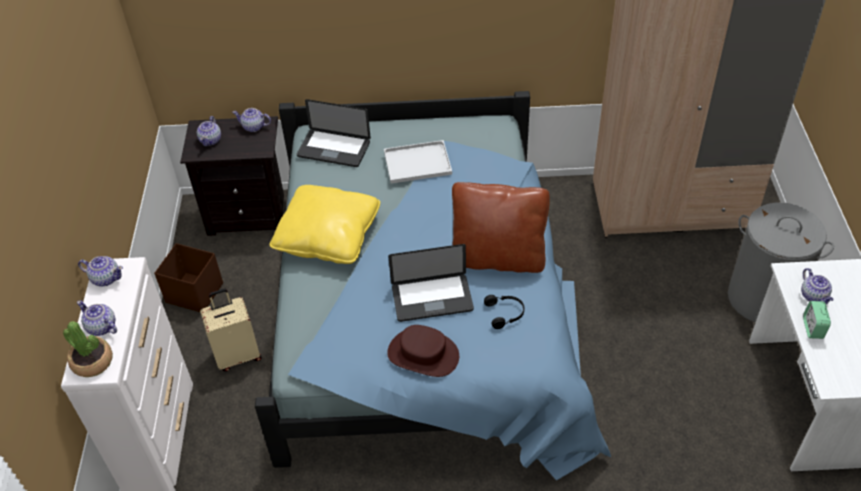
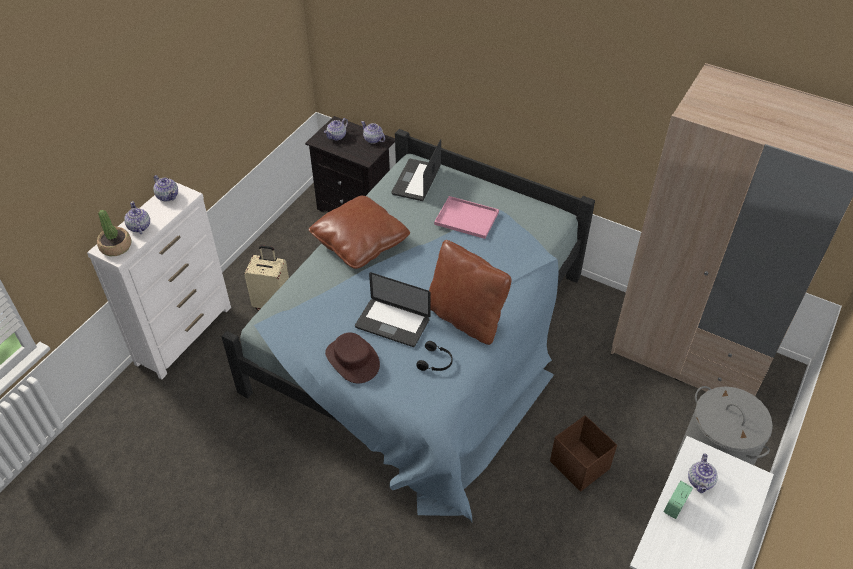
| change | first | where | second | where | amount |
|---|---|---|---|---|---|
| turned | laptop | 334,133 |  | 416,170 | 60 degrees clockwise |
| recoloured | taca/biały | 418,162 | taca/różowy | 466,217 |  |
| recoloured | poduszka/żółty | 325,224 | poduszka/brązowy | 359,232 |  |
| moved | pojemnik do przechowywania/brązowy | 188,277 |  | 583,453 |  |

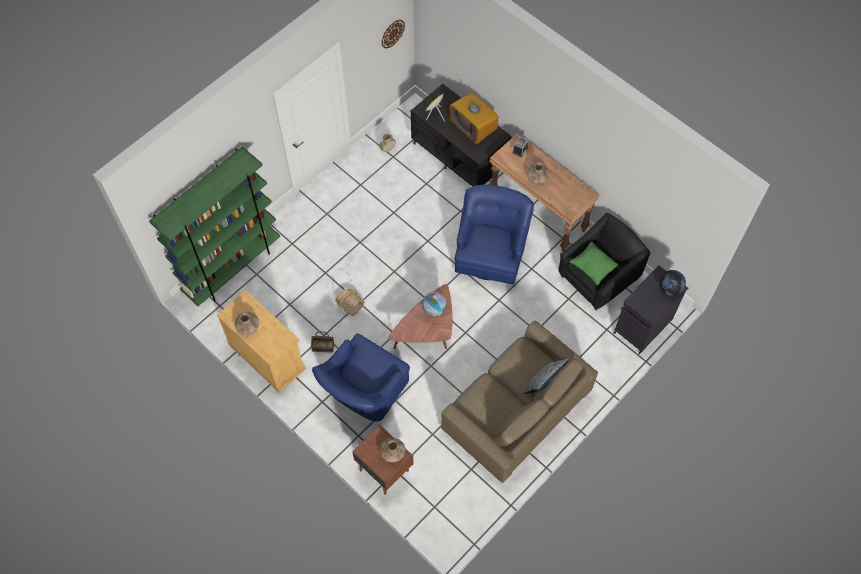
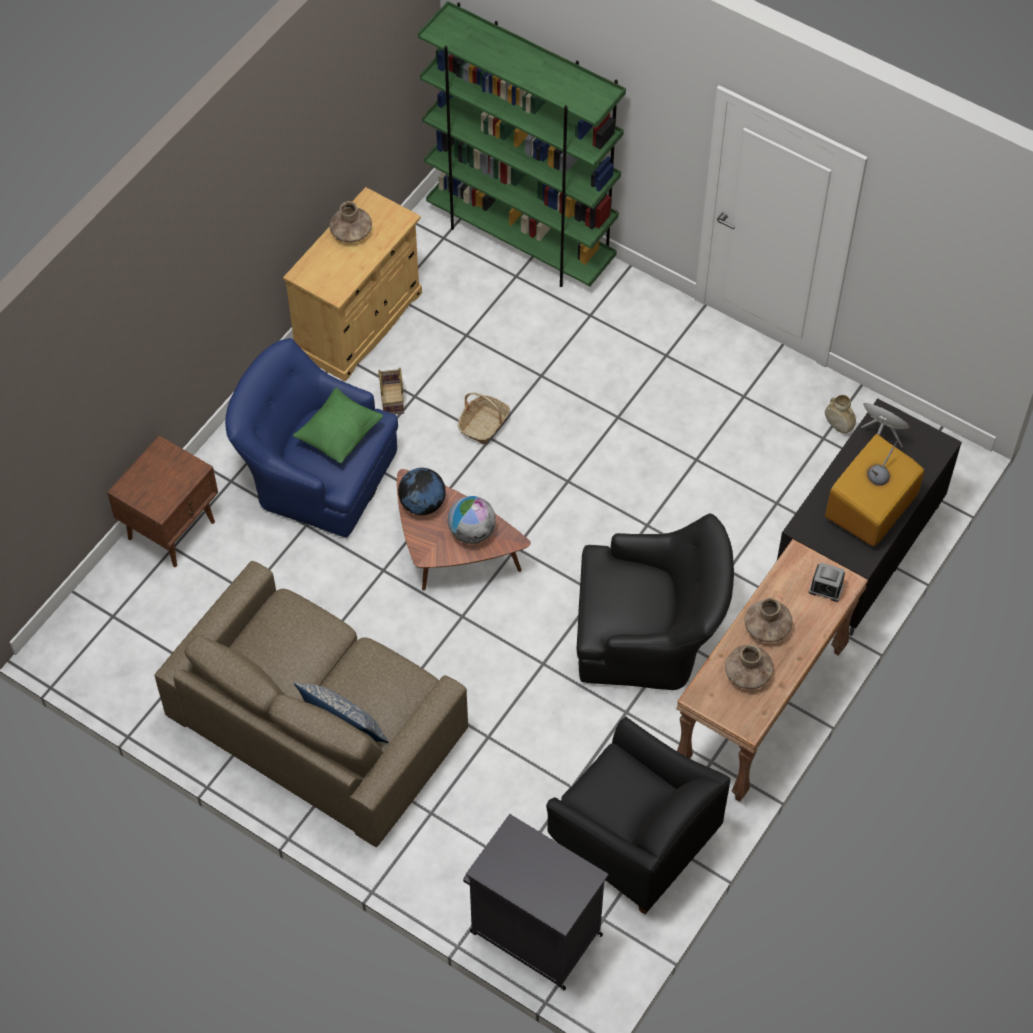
| change | first | where | second | where | amount |
|---|---|---|---|---|---|
| removed | zegar ścienny | 393,34 |  |  |  |
| recoloured | fotel/niebieski | 494,234 | fotel/czarny | 655,601 |  |
| moved | poduszka/zielony | 593,263 |  | 338,425 |  |
| moved | globus | 672,283 |  | 422,491 |  |
| moved | wazon/brązowy | 392,450 |  | 749,667 |  |

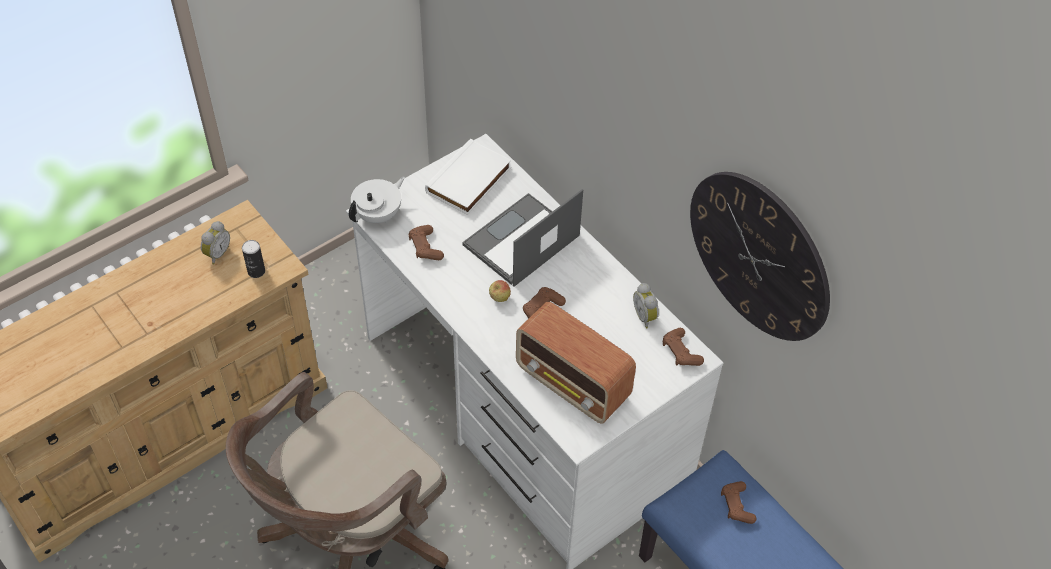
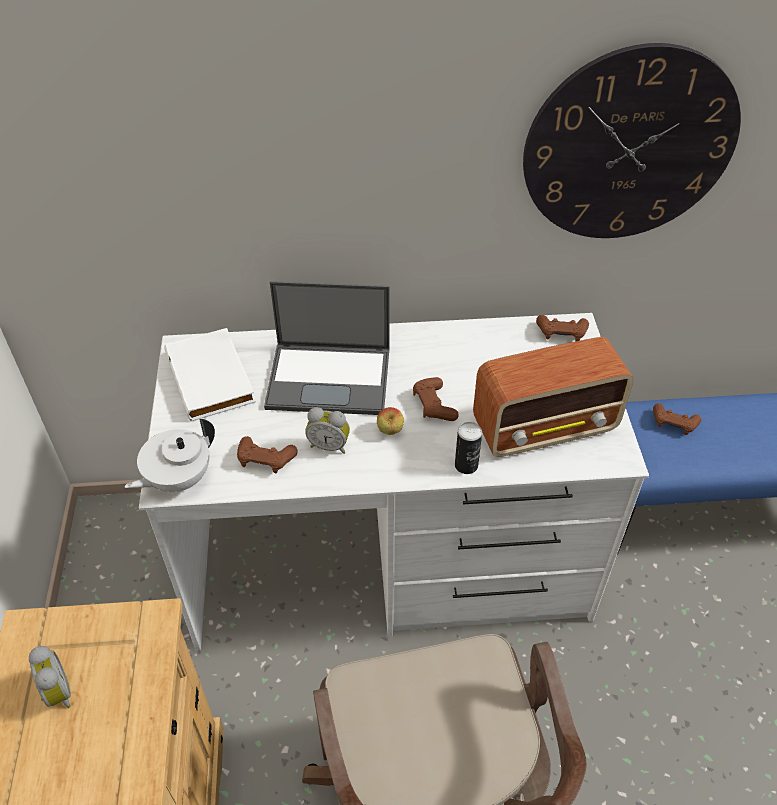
| change | first | where | second | where | amount |
|---|---|---|---|---|---|
| turned | imbryk/biały | 377,199 |  | 170,455 | 120 degrees counterclockwise |
| turned | laptop | 522,238 |  | 326,348 | 75 degrees counterclockwise |
| moved | puszka | 253,259 |  | 468,448 |  |
| moved | budzik | 646,305 |  | 327,430 |  |

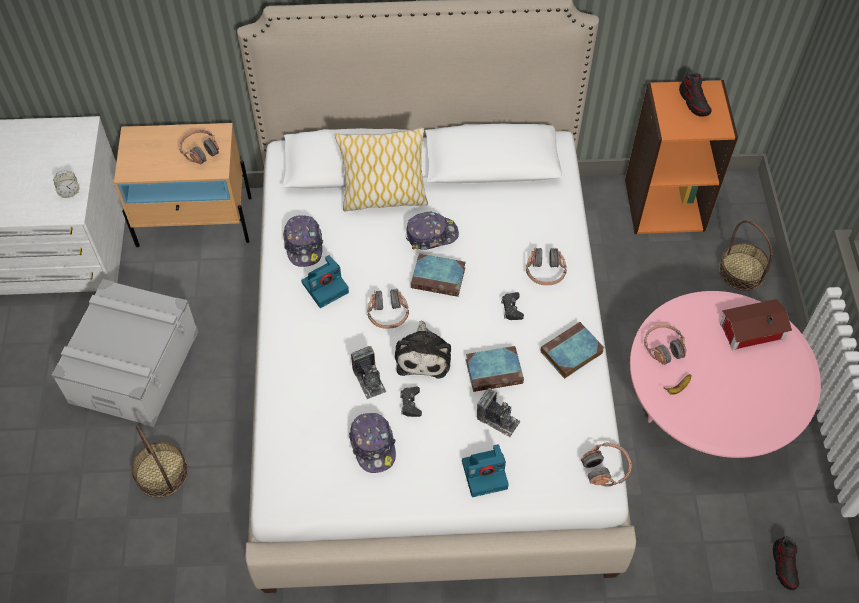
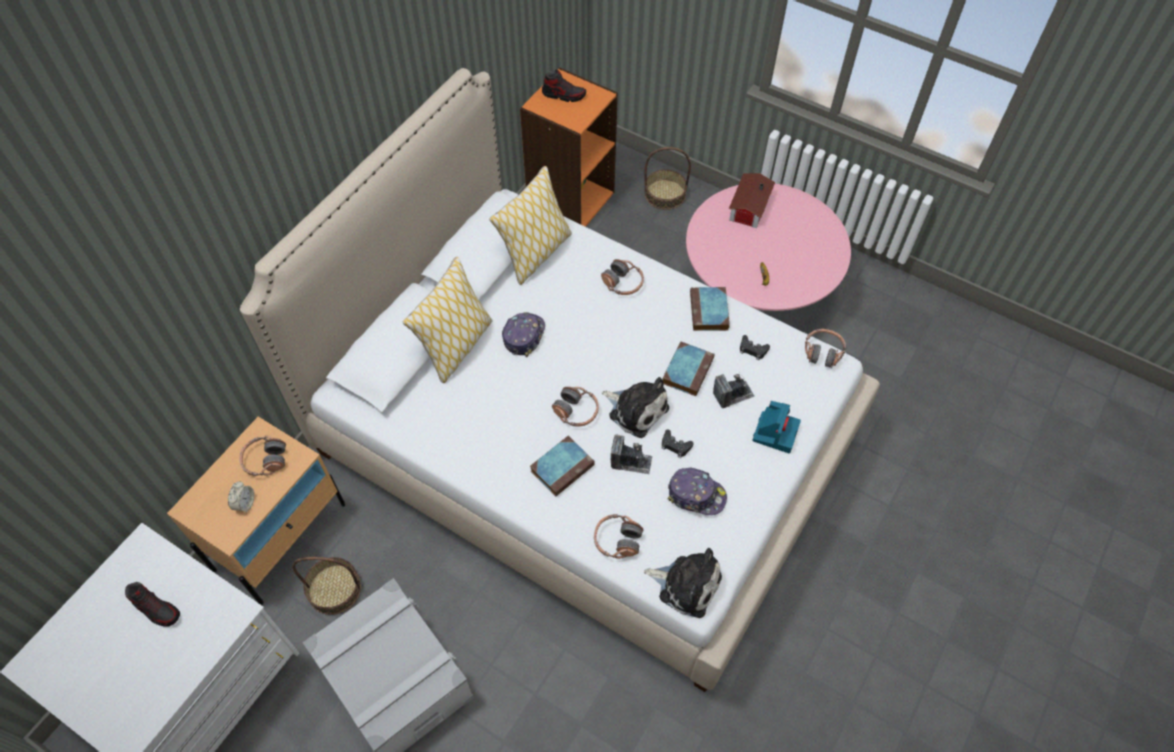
| change | first | where | second | where | amount |
|---|---|---|---|---|---|
| moved | budzik | 66,184 |  | 241,497 |  |
| removed | czapka z daszkiem | 303,241 |  |  |  |
| moved | książka | 438,275 |  | 562,466 |  |
| removed | aparat fotograficzny | 325,281 |  |  |  |
| moved | pad do gier/czarny | 512,306 |  | 755,347 |  |
| moved | słuchawki | 665,344 |  | 618,536 |  |
| moved | koszyk | 159,461 |  | 326,586 |  |
| moved | but | 786,563 |  | 152,604 |  |
| added |  |  | poduszka | 530,225 |  |
| added |  |  | pluszak | 683,583 |  |

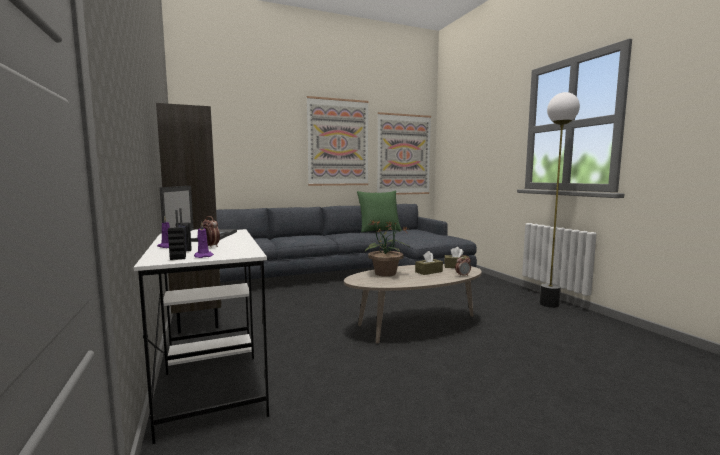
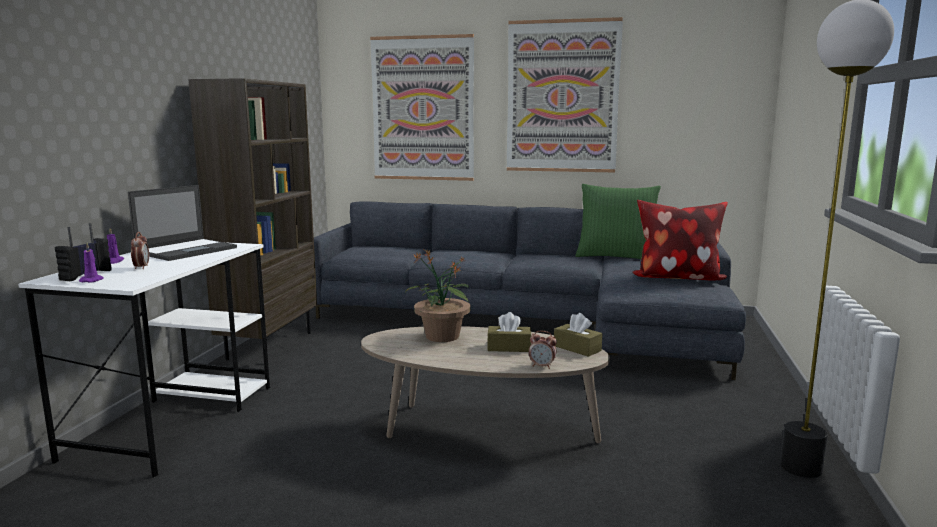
| change | first | where | second | where | amount |
|---|---|---|---|---|---|
| moved | obraz | 404,153 |  | 422,107 |  |
| added |  |  | poduszka | 680,240 |  |

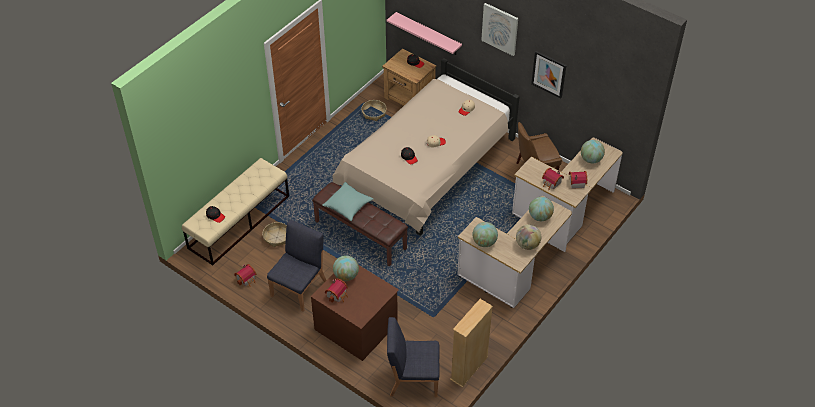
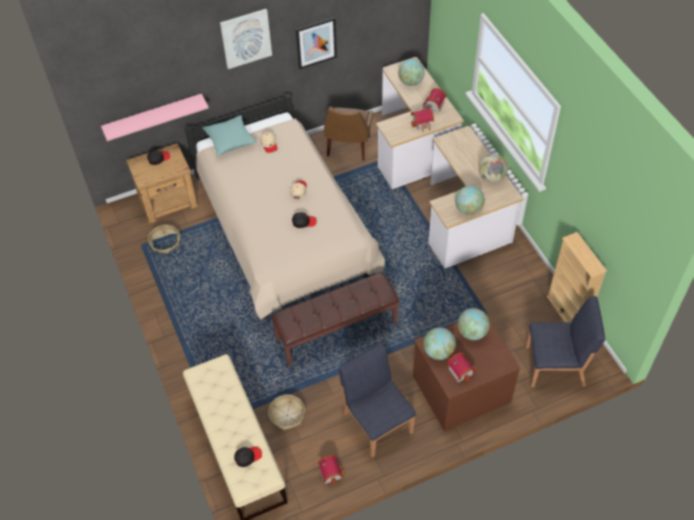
| change | first | where | second | where | amount |
|---|---|---|---|---|---|
| moved | poduszka/turkusowy | 347,201 |  | 229,136 |  |
| moved | globus | 541,209 |  | 474,324 |  |
| turned | krzesło/niebieski | 413,357 |  | 565,341 | 120 degrees counterclockwise |

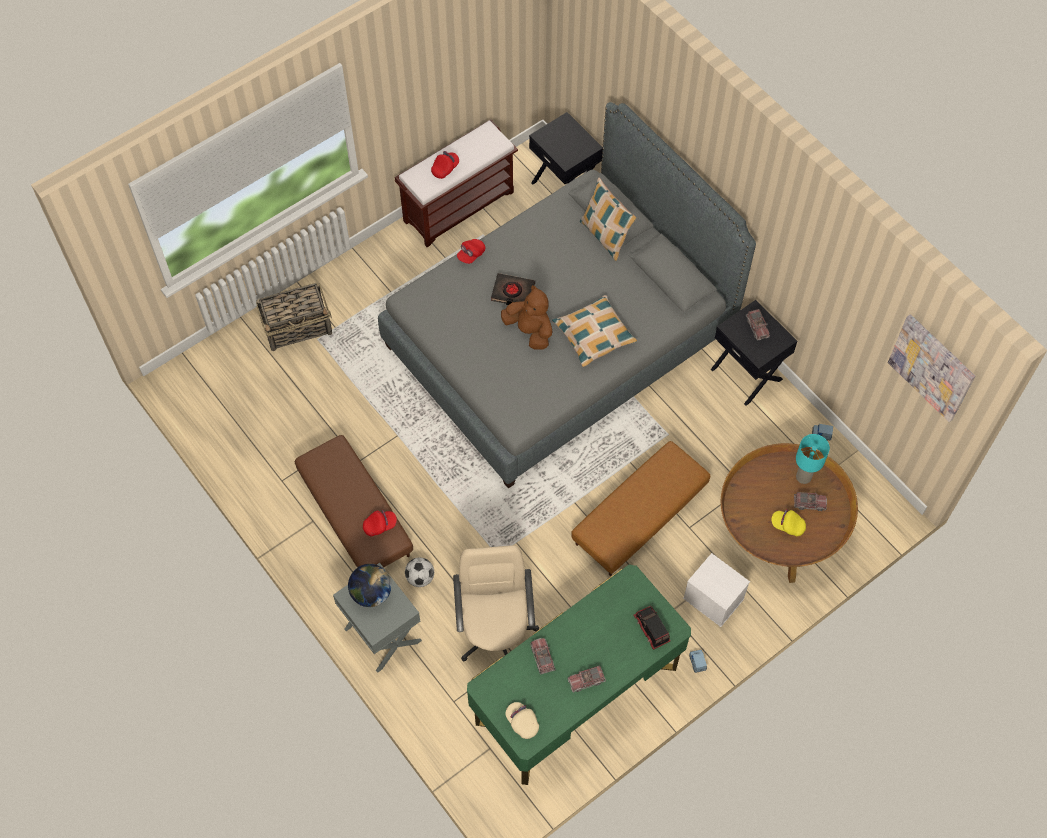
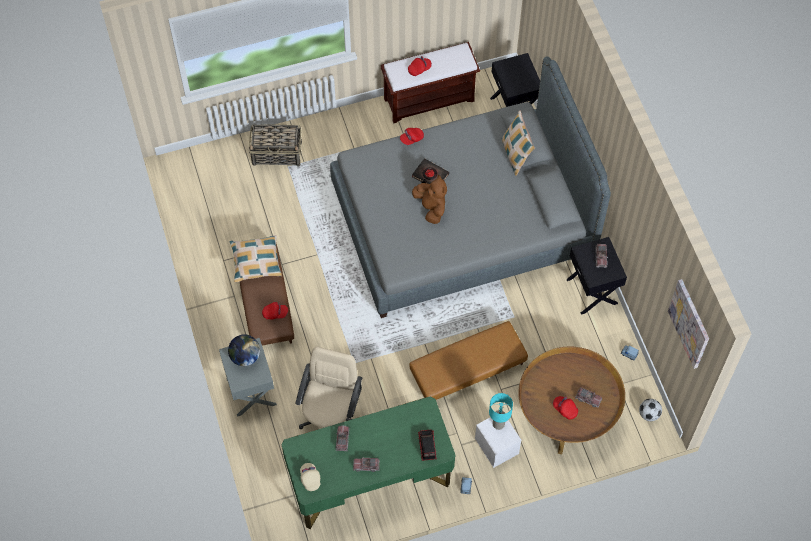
| change | first | where | second | where | amount |
|---|---|---|---|---|---|
| moved | poduszka | 594,331 |  | 256,258 |  |
| moved | lampa stołowa/turkusowy | 813,459 |  | 501,411 |  |
| recoloured | czapka z daszkiem/żółty | 789,522 | czapka z daszkiem/czerwony | 565,408 |  |
| moved | piłka futbolowa | 419,572 |  | 650,410 |  |

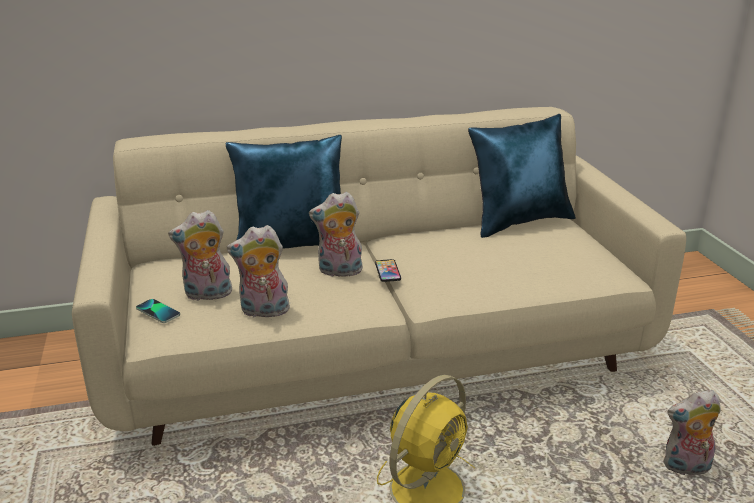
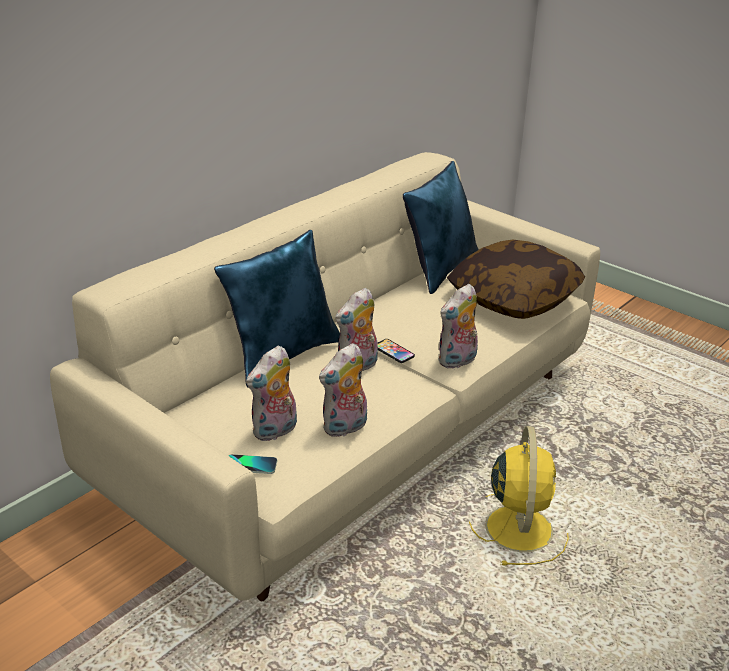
| change | first | where | second | where | amount |
|---|---|---|---|---|---|
| moved | pluszak | 692,432 |  | 458,326 |  |
| added |  |  | poduszka | 516,279 |  |

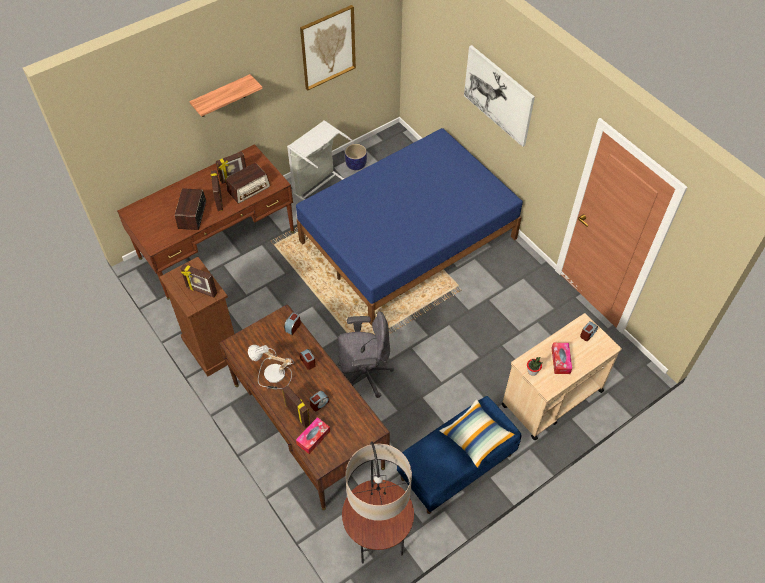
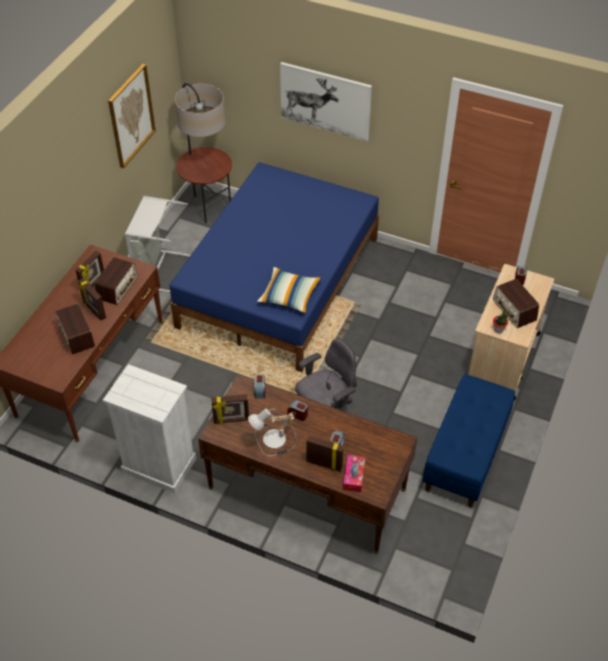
| change | first | where | second | where | amount |
|---|---|---|---|---|---|
| removed | półka | 225,95 |  |  |  |
| removed | donica | 356,157 |  |  |  |
| recoloured | komoda/brązowy | 197,316 | komoda/biały | 150,429 |  |
| moved | ramka na zdjęcie | 198,281 |  | 230,409 |  |
| replaced | pudełko chusteczek | 562,358 | radio | 516,303 |  |
| moved | poduszka | 478,433 |  | 289,290 |  |
| moved | lampa stojąca | 378,502 |  | 203,153 |  |

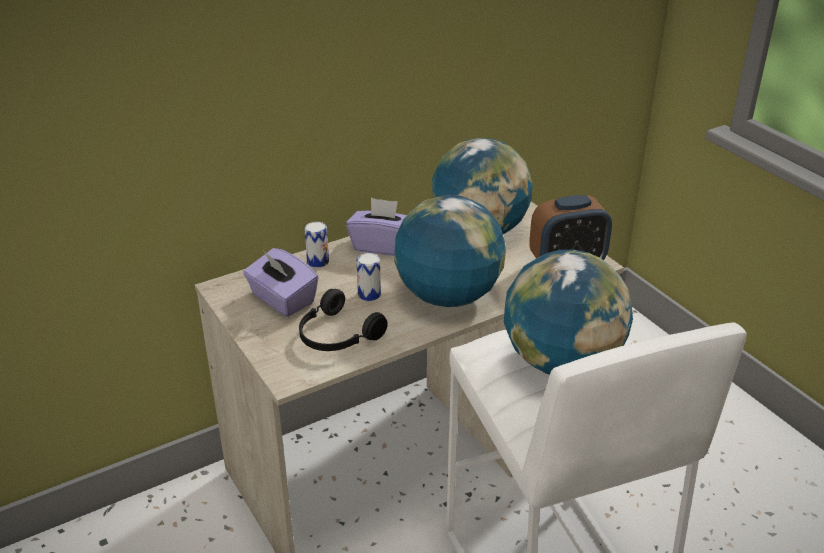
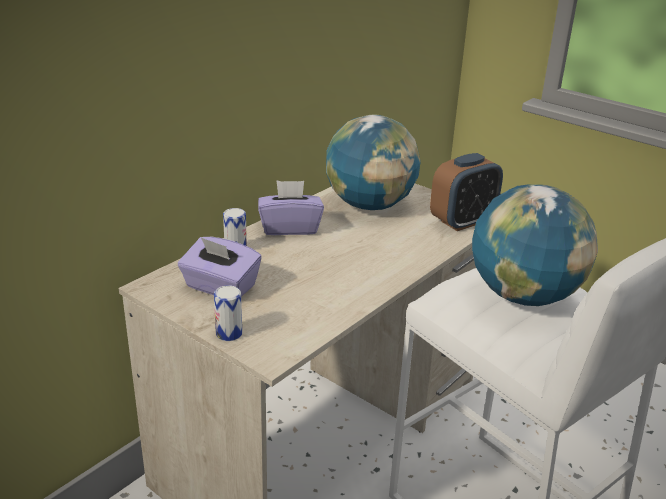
| change | first | where | second | where | amount |
|---|---|---|---|---|---|
| removed | globus | 450,251 |  |  |  |
| moved | puszka | 369,277 |  | 228,313 |  |
| removed | słuchawki/czarny | 343,320 |  |  |  |

